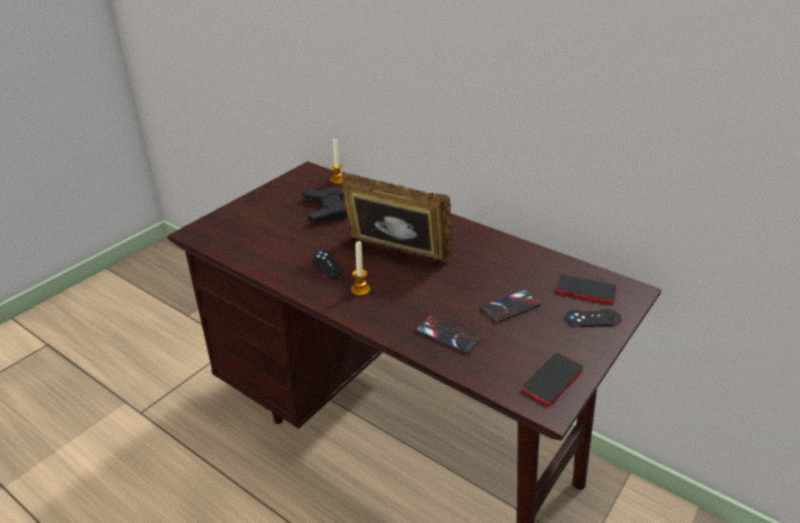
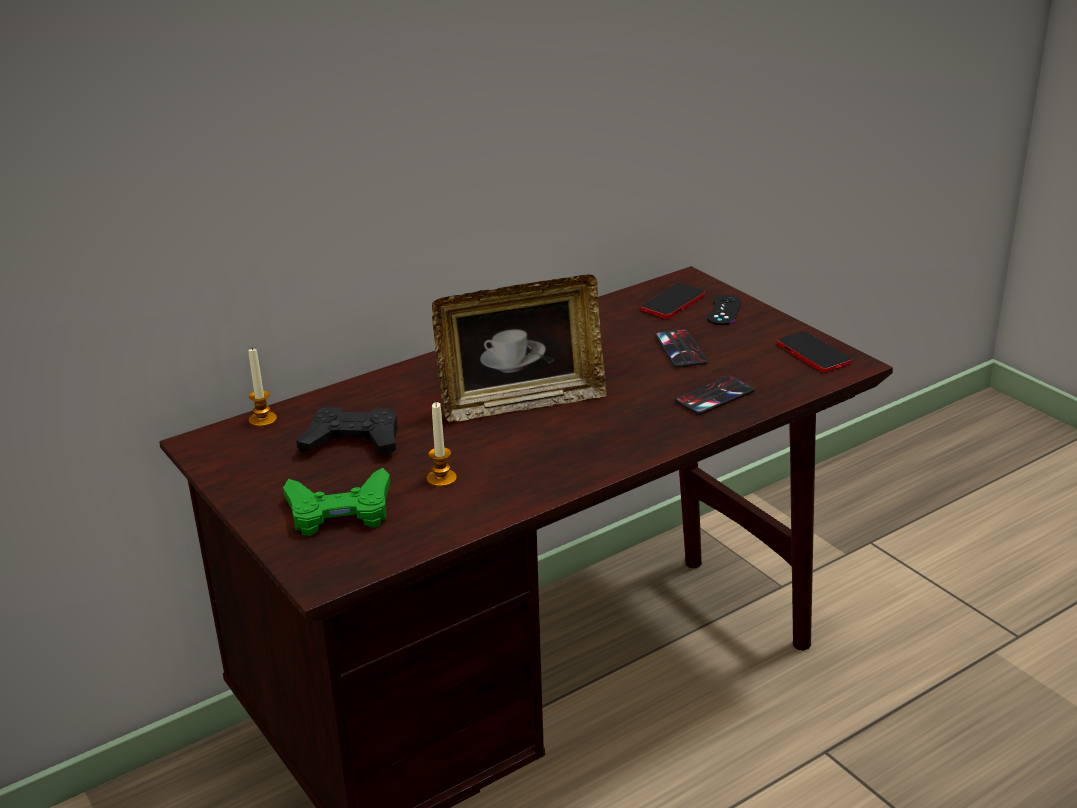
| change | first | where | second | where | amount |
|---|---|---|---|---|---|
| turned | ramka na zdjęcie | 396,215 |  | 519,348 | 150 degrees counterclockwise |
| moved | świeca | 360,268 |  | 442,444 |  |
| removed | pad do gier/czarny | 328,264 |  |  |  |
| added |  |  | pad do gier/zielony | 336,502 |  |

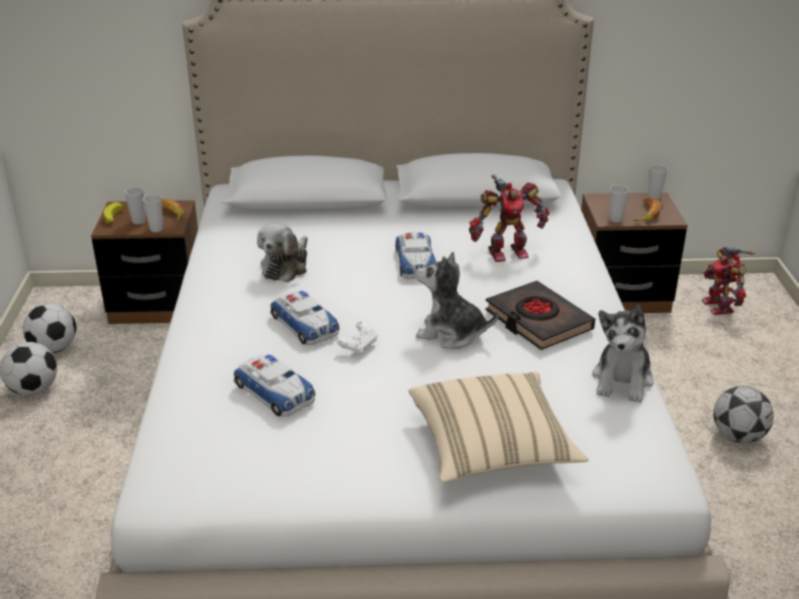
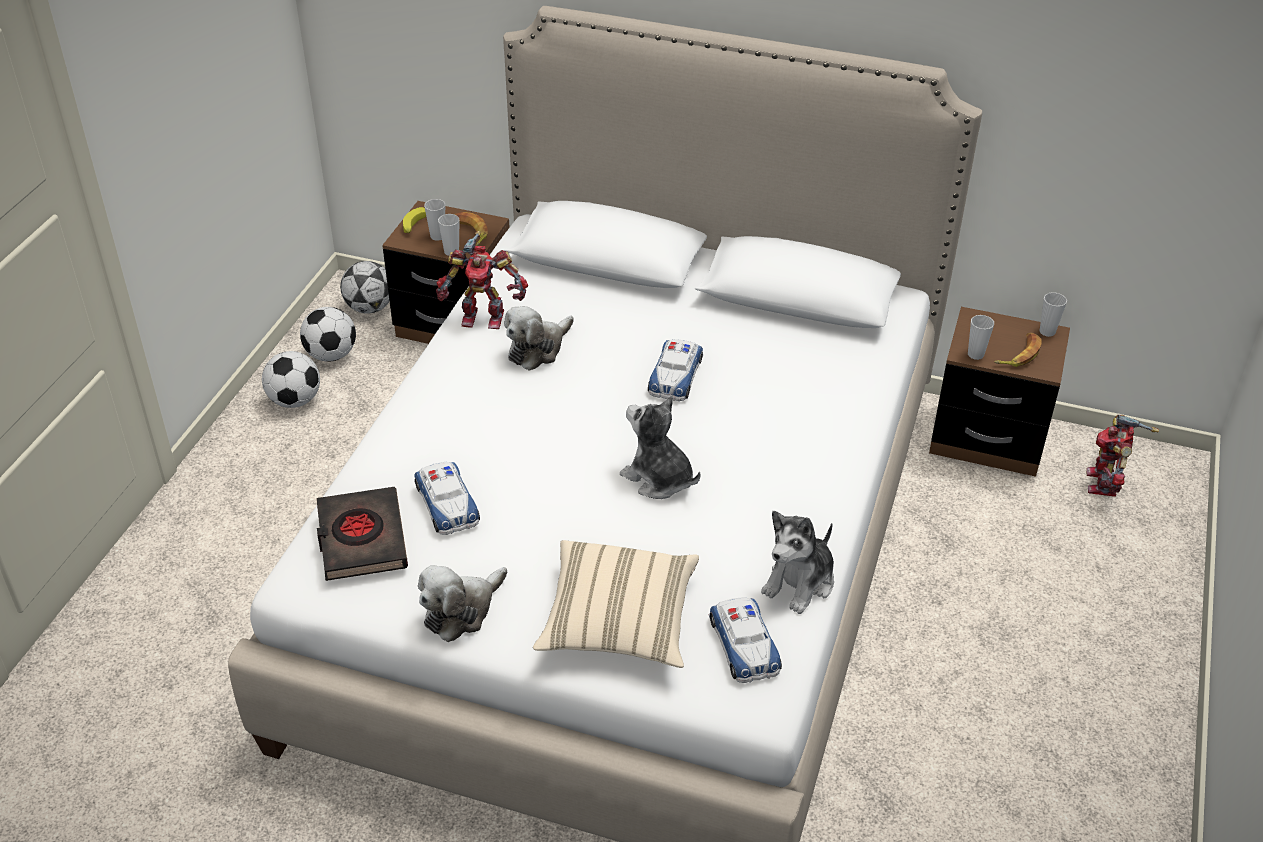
| change | first | where | second | where | amount |
|---|---|---|---|---|---|
| moved | robot zabawkowy | 509,218 |  | 482,280 |  |
| moved | książka/czarny | 540,315 |  | 362,534 |  |
| moved | samochodzik | 304,317 |  | 745,640 |  |
| removed | pad do gier/biały | 357,338 |  |  |  |
| moved | piłka futbolowa | 743,414 |  | 365,287 |  |
| added |  |  | pluszak | 463,603 |  |

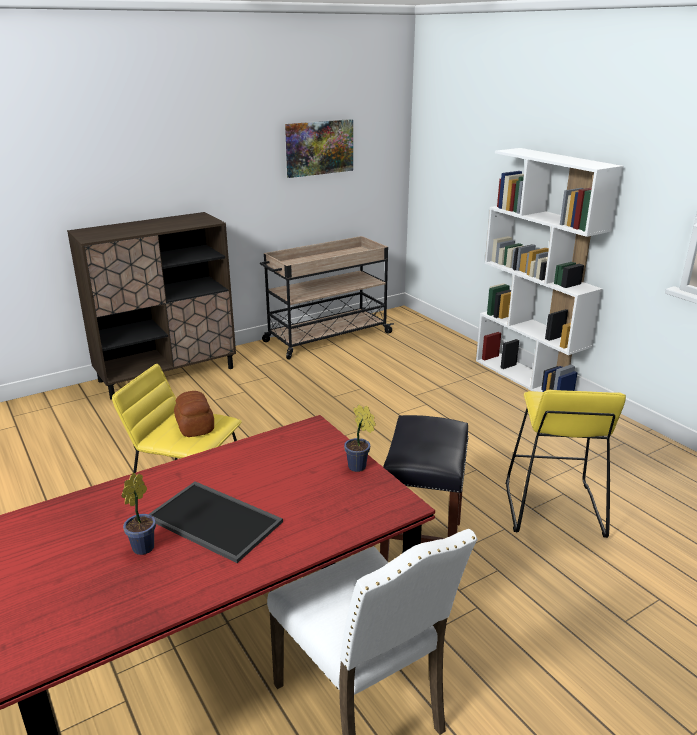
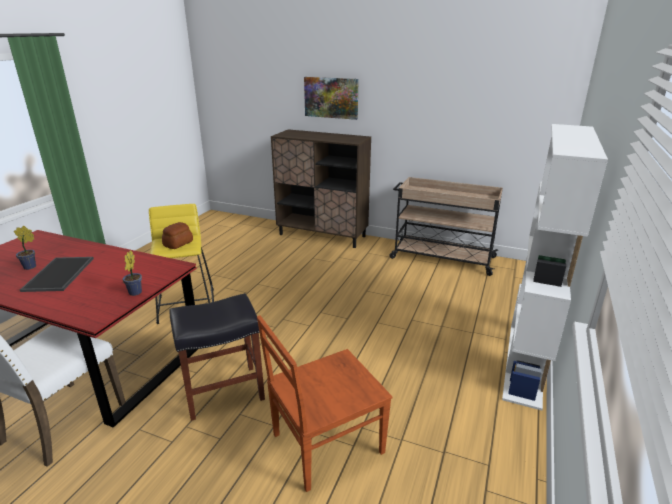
| change | first | where | second | where | amount |
|---|---|---|---|---|---|
| moved | obraz | 319,148 |  | 331,98 |  |
| replaced | stołek/żółty | 566,464 | krzesło/brązowy | 324,403 |  |

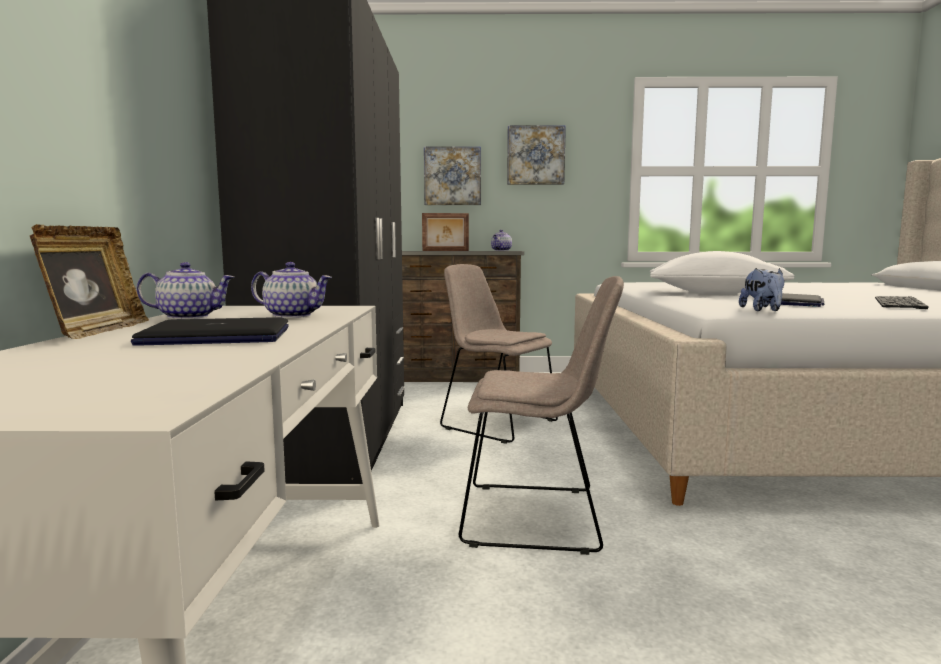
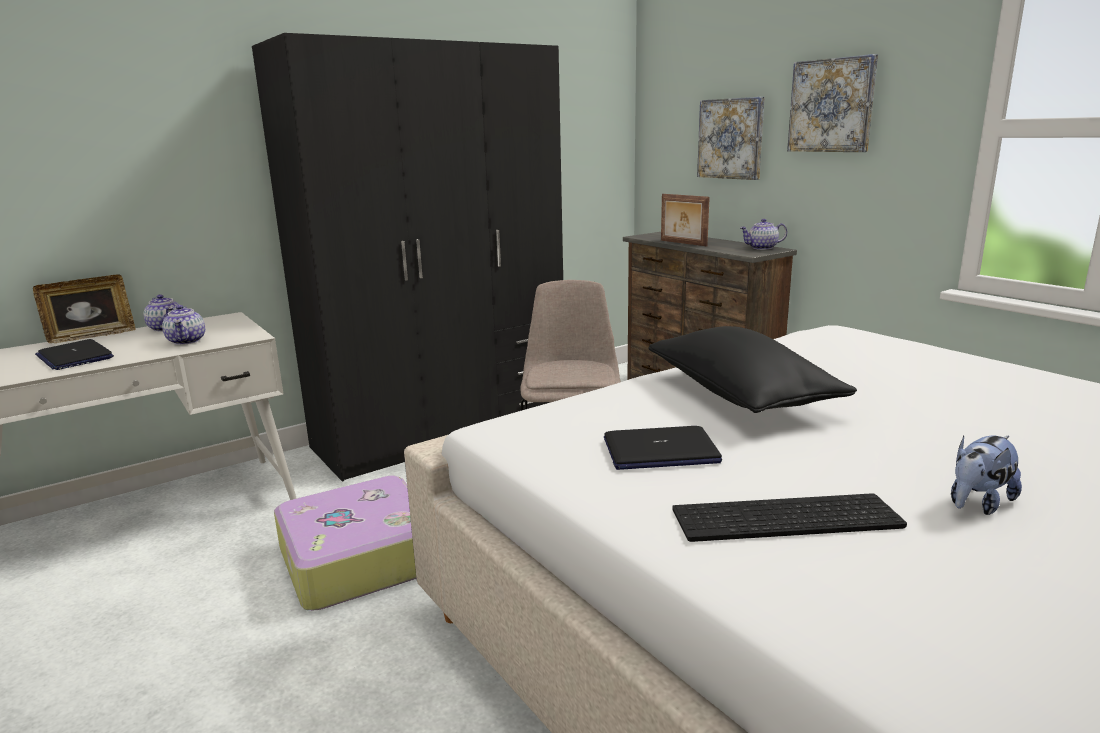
| change | first | where | second | where | amount |
|---|---|---|---|---|---|
| recoloured | poduszka/biały | 722,272 | poduszka/czarny | 752,369 |  |
| moved | pluszak | 762,289 |  | 986,475 |  |
| replaced | krzesło/beżowy | 541,415 | walizka | 345,543 |  |

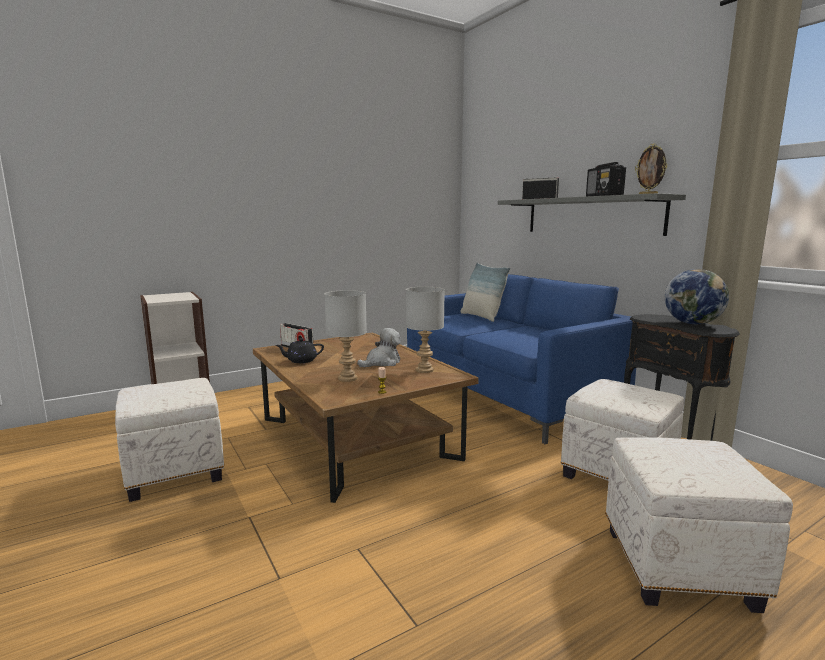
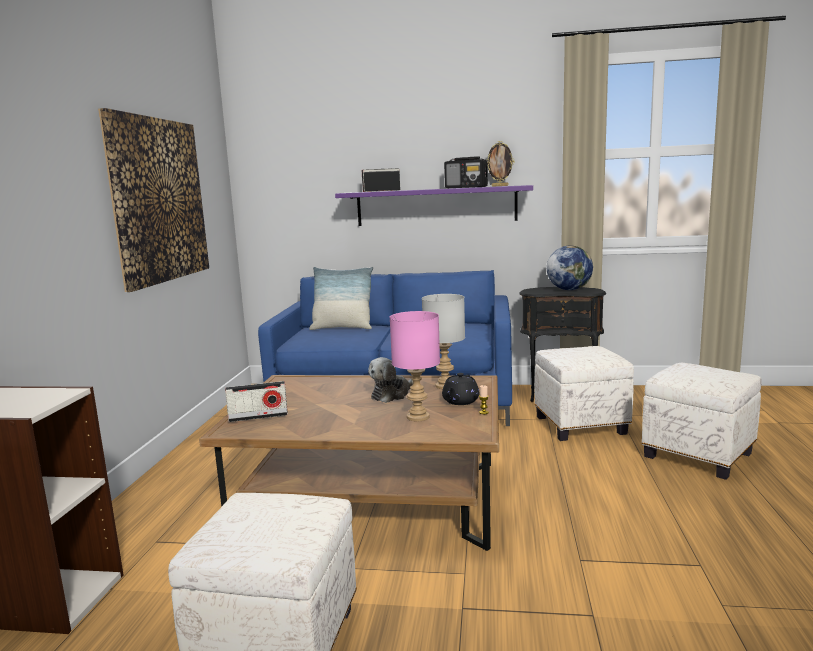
| change | first | where | second | where | amount |
|---|---|---|---|---|---|
| recoloured | półka/szary | 592,214 | półka/fioletowy | 434,205 |  |
| recoloured | lampa stołowa/szary | 346,336 | lampa stołowa/różowy | 415,366 |  |
| turned | pluszak | 379,347 |  | 390,380 | 135 degrees counterclockwise |
| moved | imbryk/czarny | 300,350 |  | 461,389 |  |
| added |  |  | obraz | 153,200 |  |

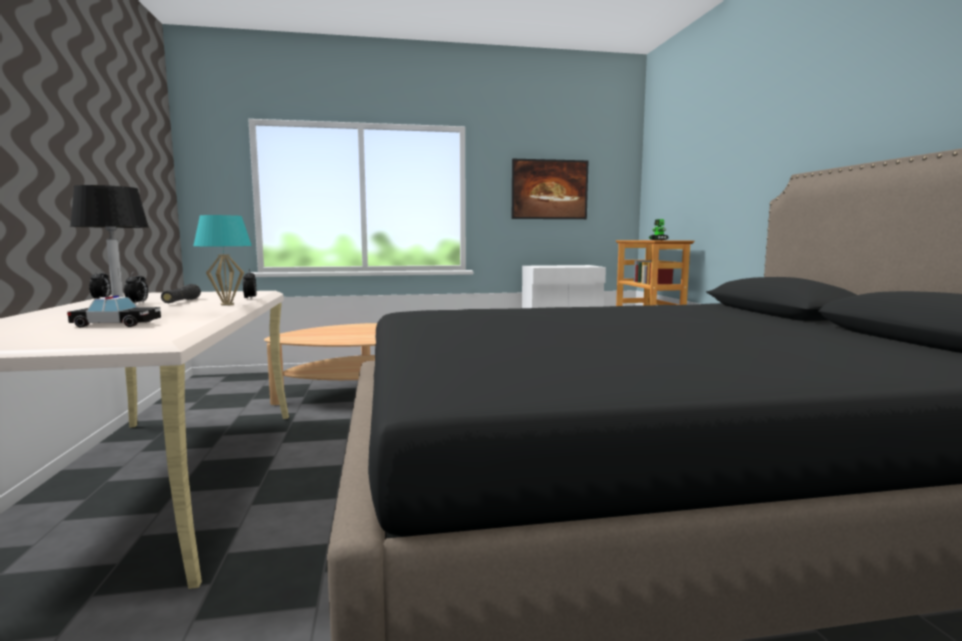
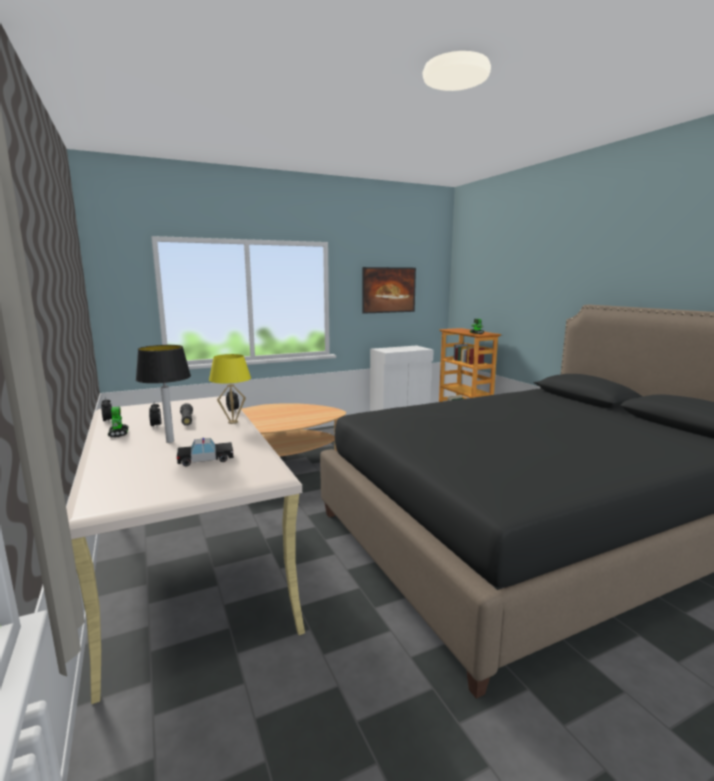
| change | first | where | second | where | amount |
|---|---|---|---|---|---|
| recoloured | lampa stołowa/turkusowy | 222,260 | lampa stołowa/żółty | 230,389 |  |
| added |  |  | robot zabawkowy | 118,421 |  |

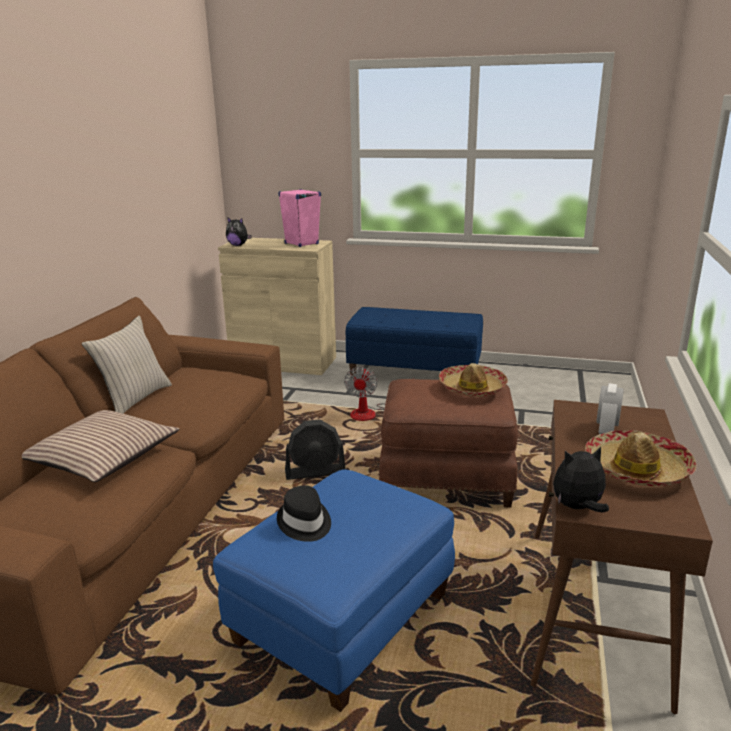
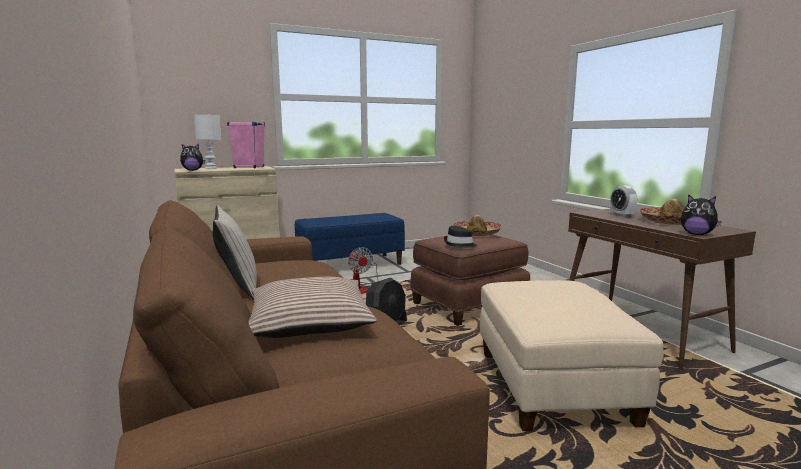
| change | first | where | second | where | amount |
|---|---|---|---|---|---|
| turned | pluszak | 581,480 |  | 701,214 | 90 degrees counterclockwise |
| recoloured | pufa/niebieski | 334,591 | pufa/beżowy | 572,355 |  |
| moved | kapelusz/czarny | 304,513 |  | 460,237 |  |
| added |  |  | lampa stołowa/biały | 207,142 |  |

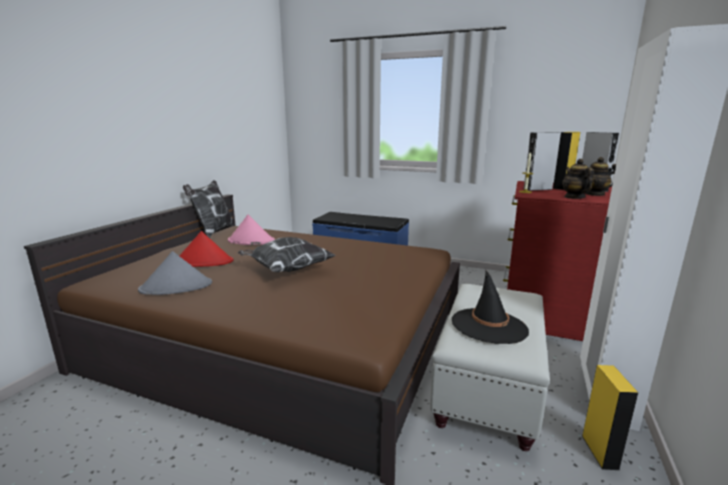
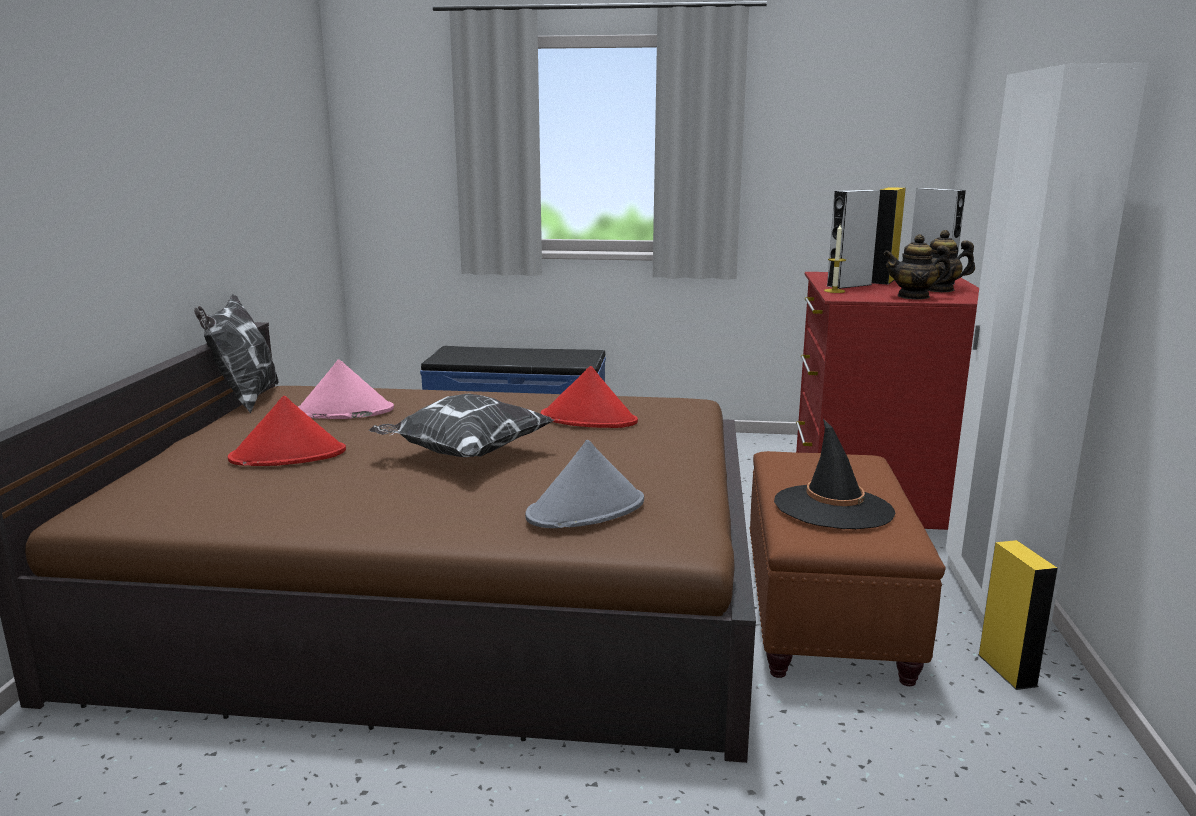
| change | first | where | second | where | amount |
|---|---|---|---|---|---|
| turned | imbryk | 578,179 |  | 917,267 | 60 degrees counterclockwise |
| moved | kapelusz/szary | 175,273 |  | 584,484 |  |
| recoloured | pufa/biały | 490,367 | pufa/brązowy | 847,568 |  |
| added |  |  | kapelusz/czerwony | 589,397 |  |

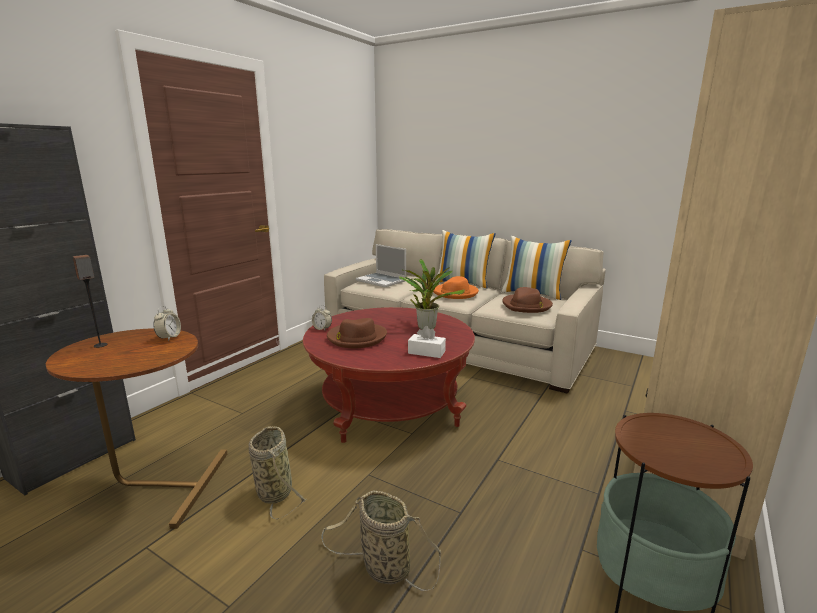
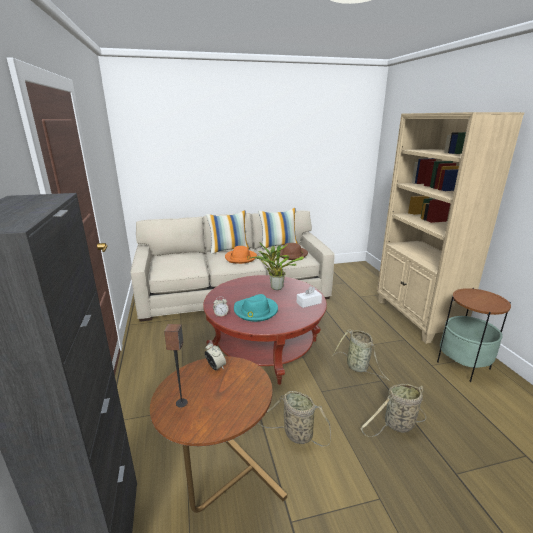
| change | first | where | second | where | amount |
|---|---|---|---|---|---|
| removed | laptop | 381,265 |  |  |  |
| recoloured | kapelusz/brązowy | 357,333 | kapelusz/turkusowy | 256,308 |  |
| added |  |  | koszyk | 361,355 |  |

